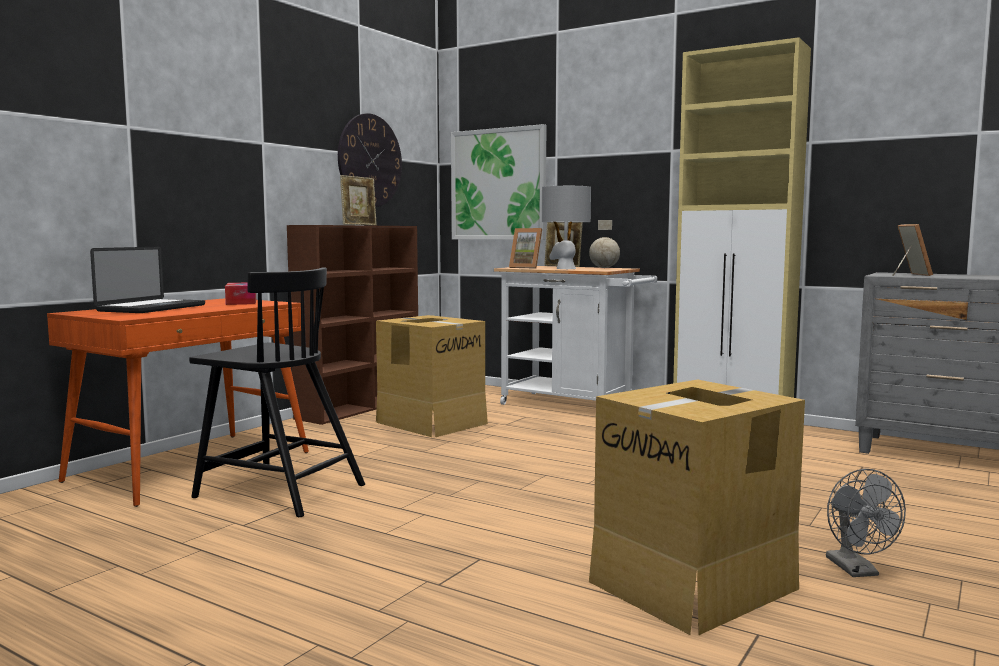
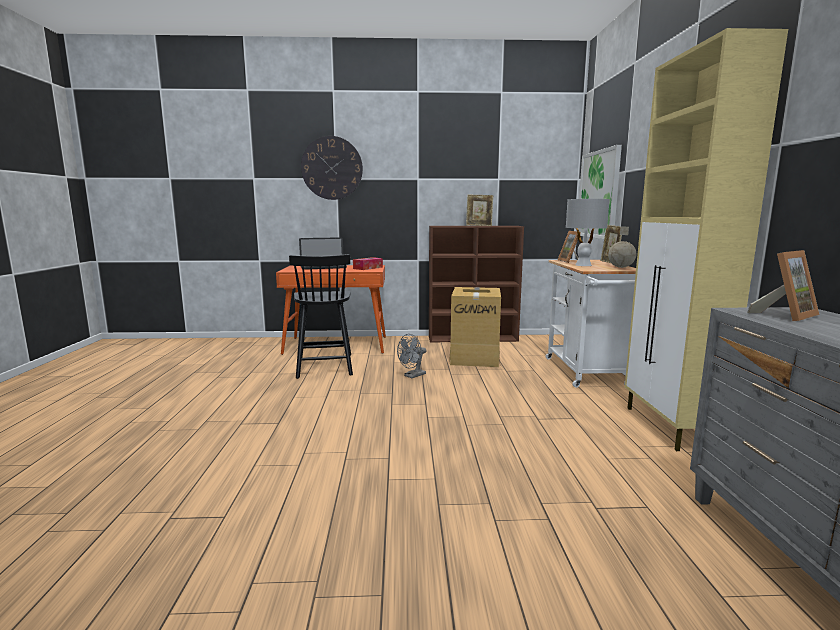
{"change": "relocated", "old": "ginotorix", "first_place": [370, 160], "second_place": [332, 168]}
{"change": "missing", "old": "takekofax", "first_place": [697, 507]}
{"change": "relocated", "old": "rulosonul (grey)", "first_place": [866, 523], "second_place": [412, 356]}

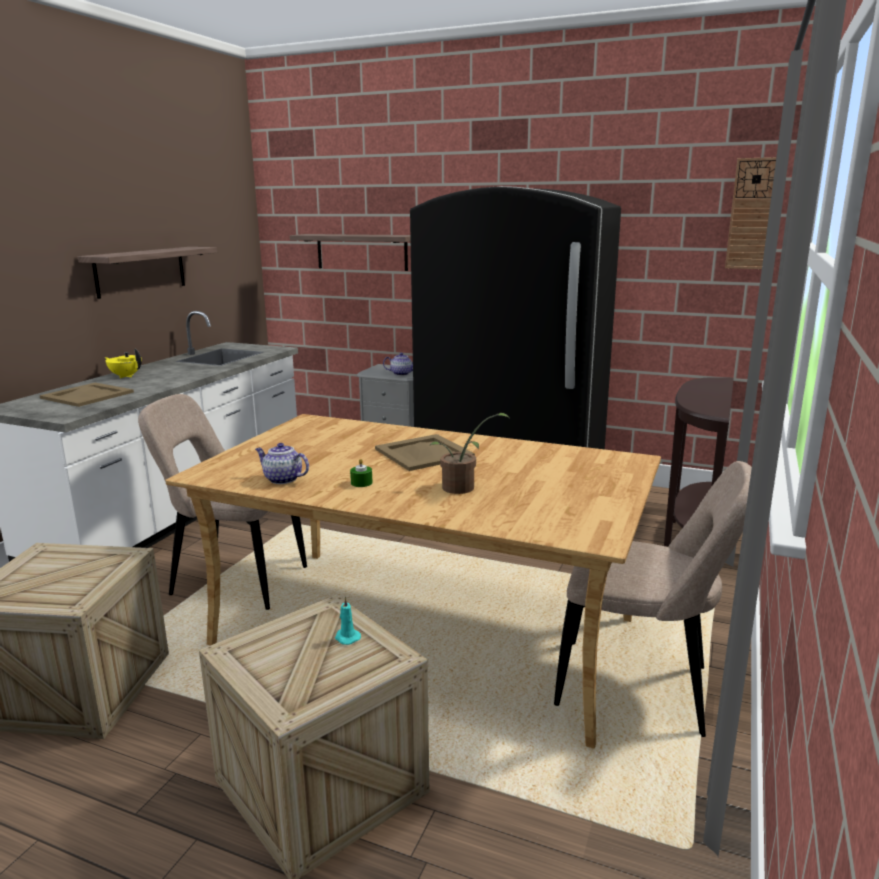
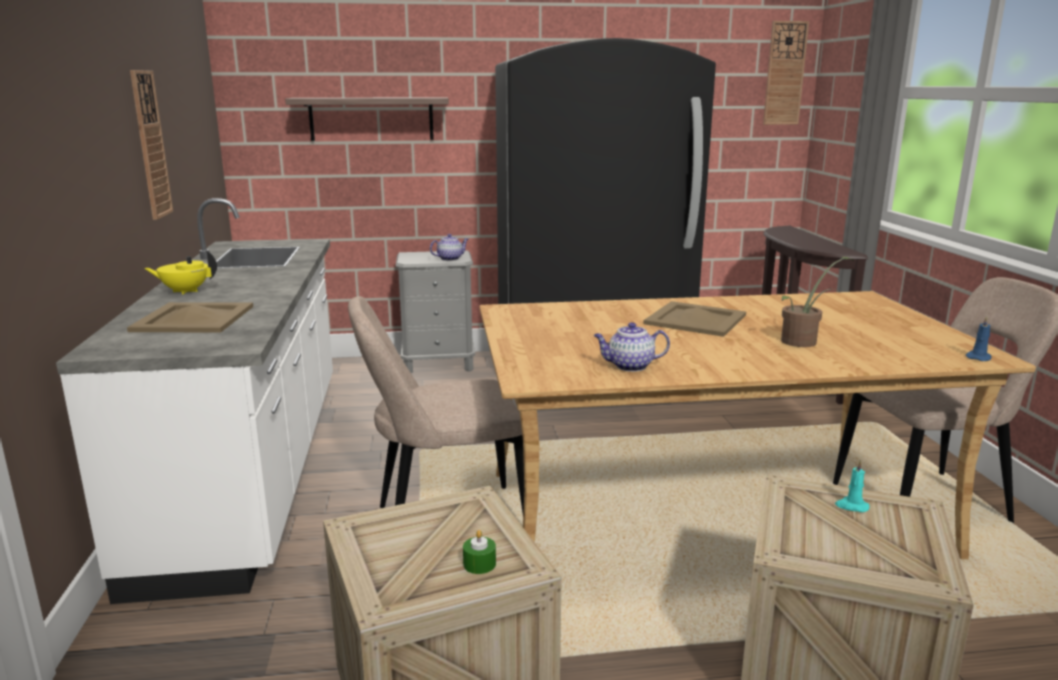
{"change": "exchanged", "old": "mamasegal", "new": "ginotorix", "first_place": [147, 273], "second_place": [151, 145]}
{"change": "relocated", "old": "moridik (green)", "first_place": [361, 473], "second_place": [479, 552]}
{"change": "appeared", "new": "moridik (blue)", "second_place": [978, 338]}

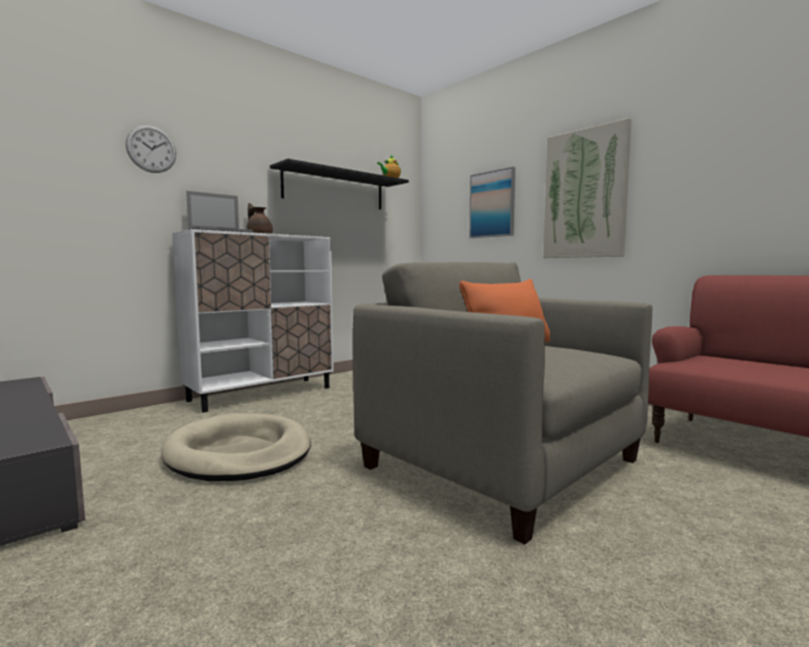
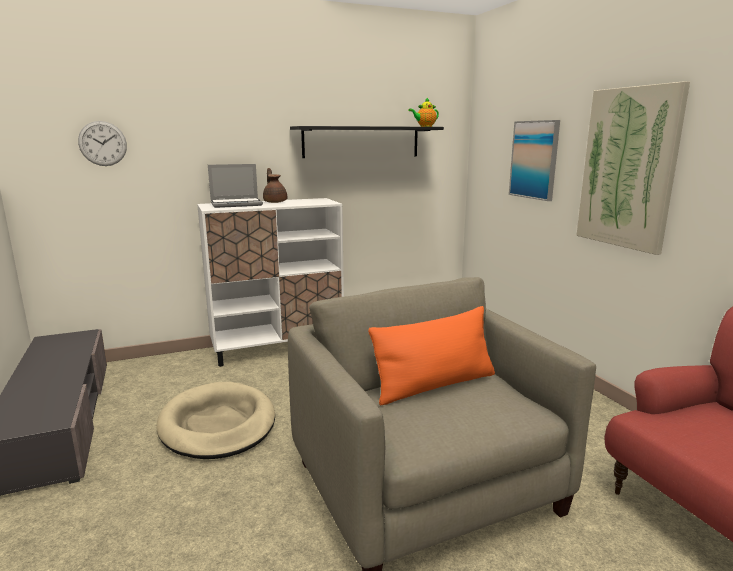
{"change": "relocated", "old": "ginotorix", "first_place": [151, 149], "second_place": [102, 143]}

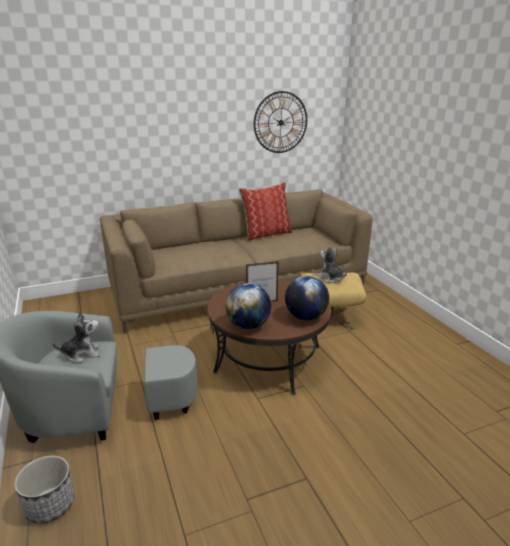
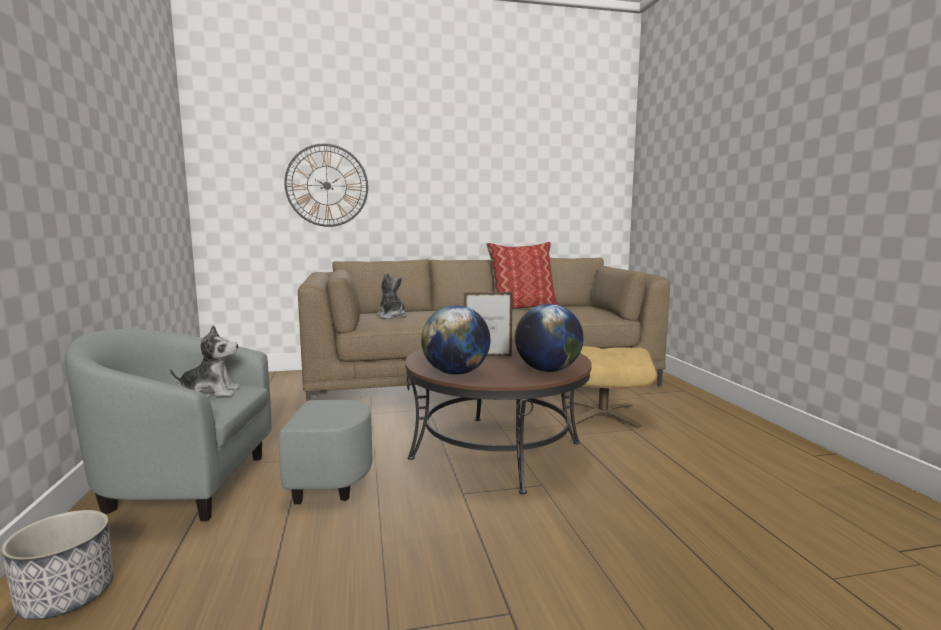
{"change": "relocated", "old": "ginotorix", "first_place": [280, 122], "second_place": [326, 185]}
{"change": "relocated", "old": "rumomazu", "first_place": [332, 264], "second_place": [391, 295]}

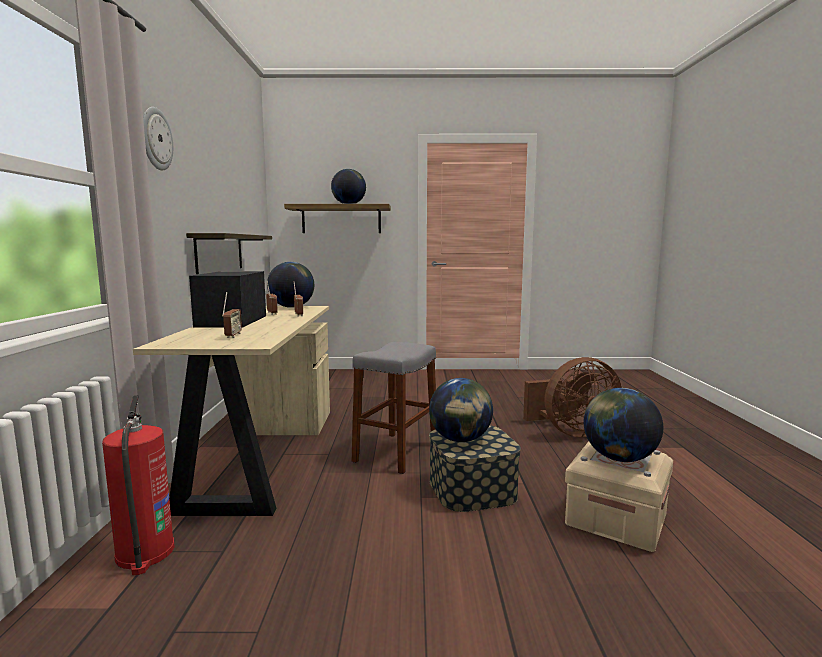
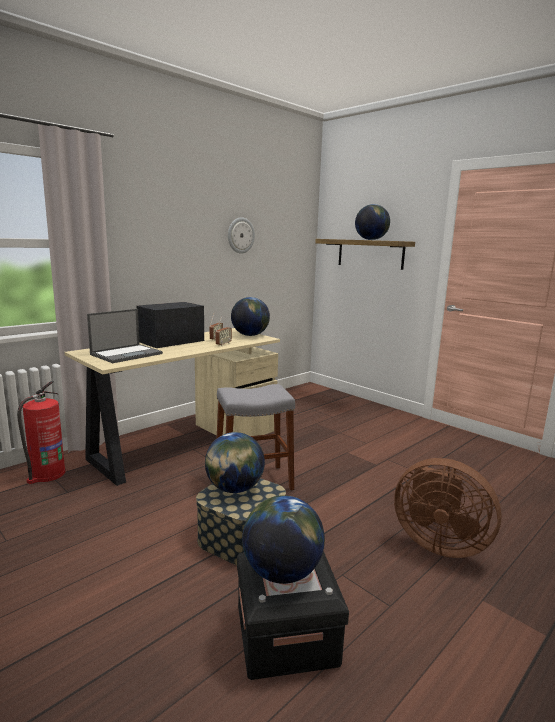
{"change": "relocated", "old": "ginotorix", "first_place": [158, 138], "second_place": [241, 235]}
{"change": "missing", "old": "mamasegal", "first_place": [229, 253]}
{"change": "exchanged", "old": "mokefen", "new": "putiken", "first_place": [232, 315], "second_place": [125, 336]}
{"change": "colour", "old": "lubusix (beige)", "new": "lubusix (black)", "first_place": [619, 496], "second_place": [293, 615]}

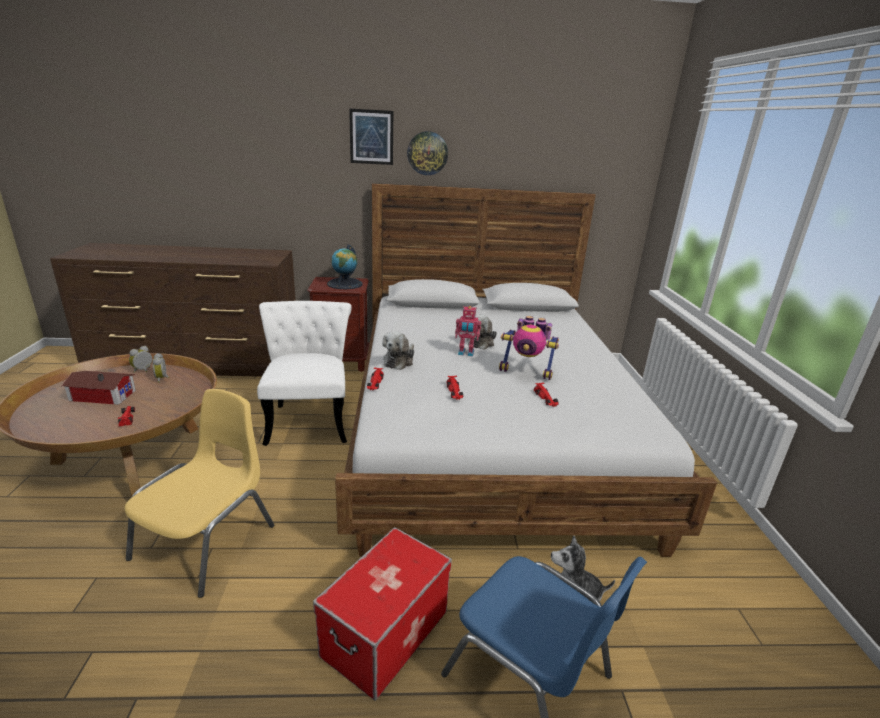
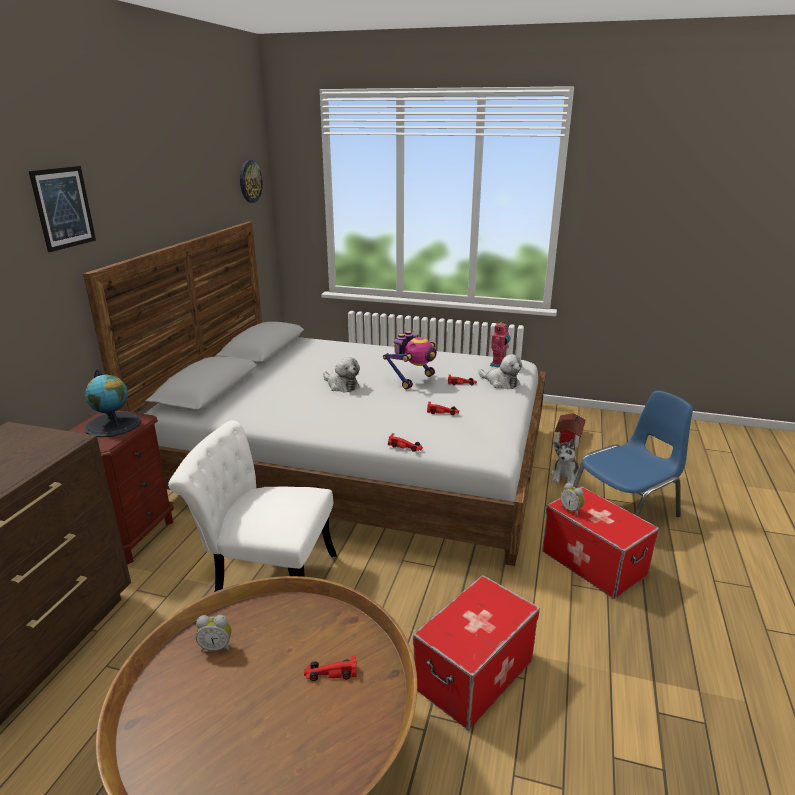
{"change": "relocated", "old": "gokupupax", "first_place": [99, 388], "second_place": [570, 430]}
{"change": "exchanged", "old": "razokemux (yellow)", "new": "lubusix", "first_place": [199, 493], "second_place": [476, 652]}
{"change": "relocated", "old": "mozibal", "first_place": [140, 359], "second_place": [572, 499]}
{"change": "relocated", "old": "rumomazu", "first_place": [398, 350], "second_place": [500, 371]}
{"change": "relocated", "old": "ginotorix", "first_place": [427, 153], "second_place": [251, 181]}
{"change": "relocated", "old": "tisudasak", "first_place": [468, 331], "second_place": [500, 344]}

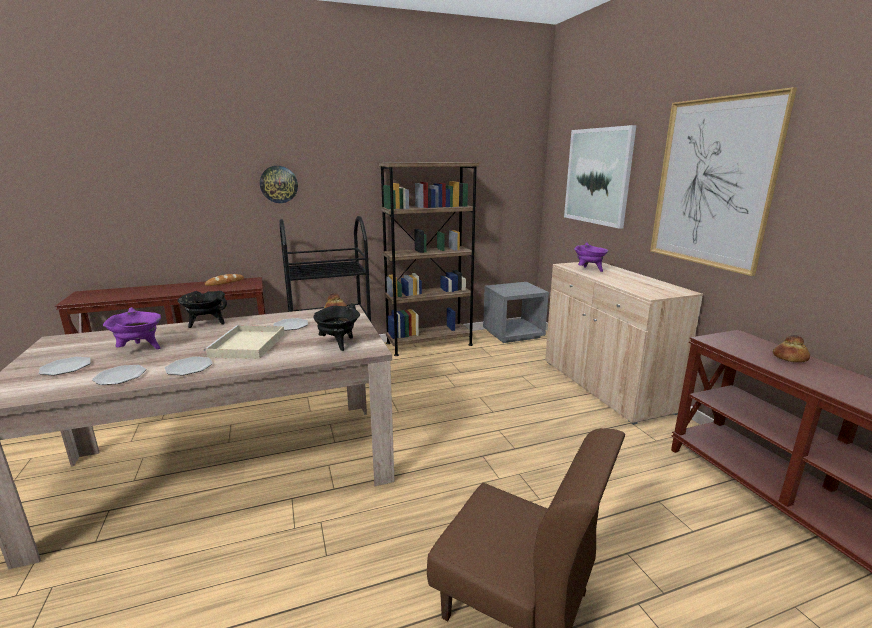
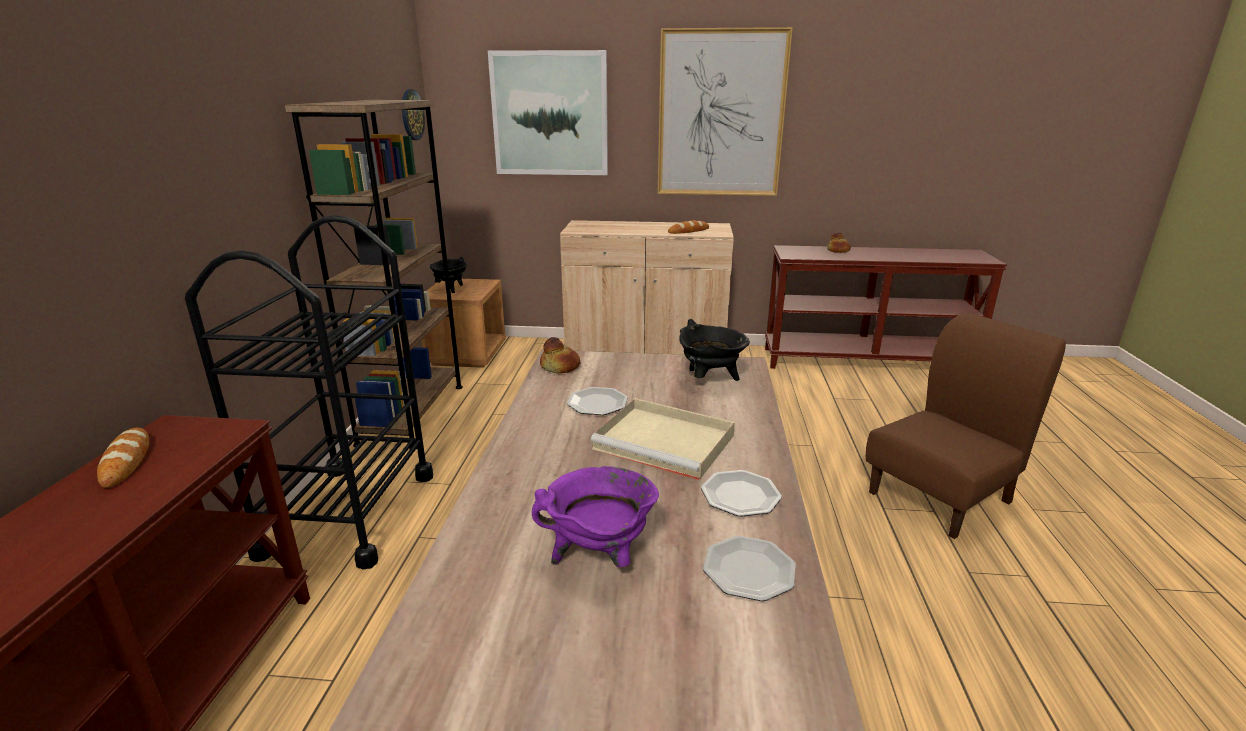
{"change": "missing", "old": "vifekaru", "first_place": [65, 366]}
{"change": "relocated", "old": "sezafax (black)", "first_place": [202, 309], "second_place": [448, 275]}
{"change": "relocated", "old": "ginotorix", "first_place": [279, 184], "second_place": [413, 114]}
{"change": "colour", "old": "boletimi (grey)", "new": "boletimi (brown)", "first_place": [516, 312], "second_place": [464, 323]}
{"change": "missing", "old": "sezafax (purple)", "first_place": [591, 257]}
{"change": "appeared", "new": "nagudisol", "second_place": [688, 227]}

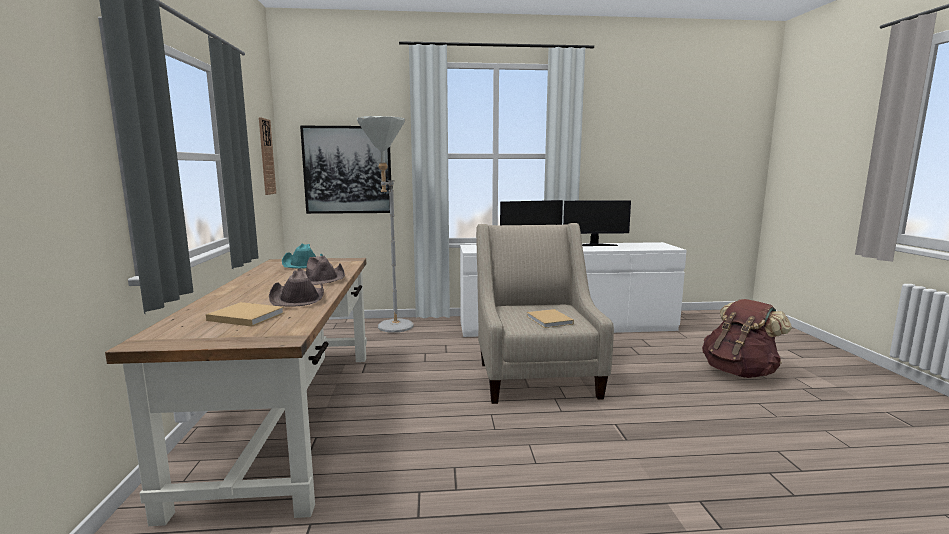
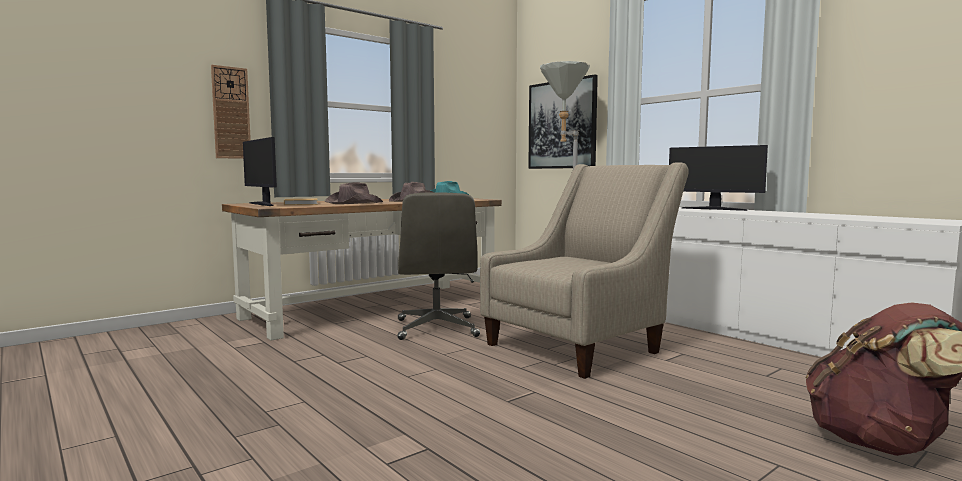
{"change": "relocated", "old": "ginotorix", "first_place": [267, 156], "second_place": [231, 112]}
{"change": "missing", "old": "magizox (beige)", "first_place": [550, 318]}
{"change": "relocated", "old": "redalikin", "first_place": [597, 223], "second_place": [260, 171]}
{"change": "appeared", "new": "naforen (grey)", "second_place": [438, 266]}

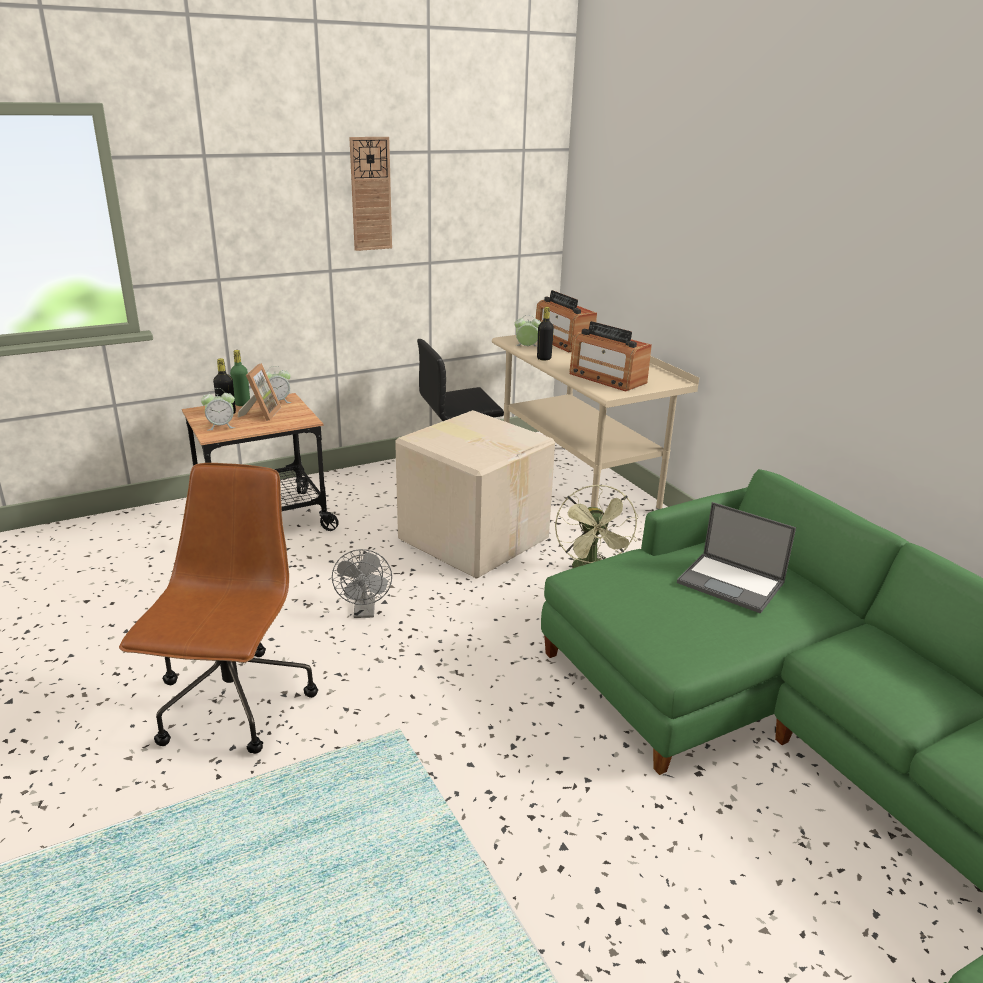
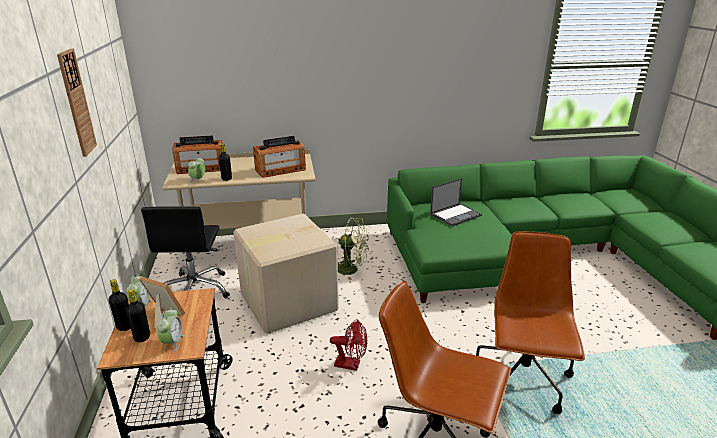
{"change": "colour", "old": "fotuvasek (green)", "new": "fotuvasek (black)", "first_place": [240, 378], "second_place": [120, 305]}
{"change": "colour", "old": "rulosonul (grey)", "new": "rulosonul (red)", "first_place": [362, 583], "second_place": [348, 345]}
{"change": "appeared", "new": "naforen (brown)", "second_place": [530, 322]}

